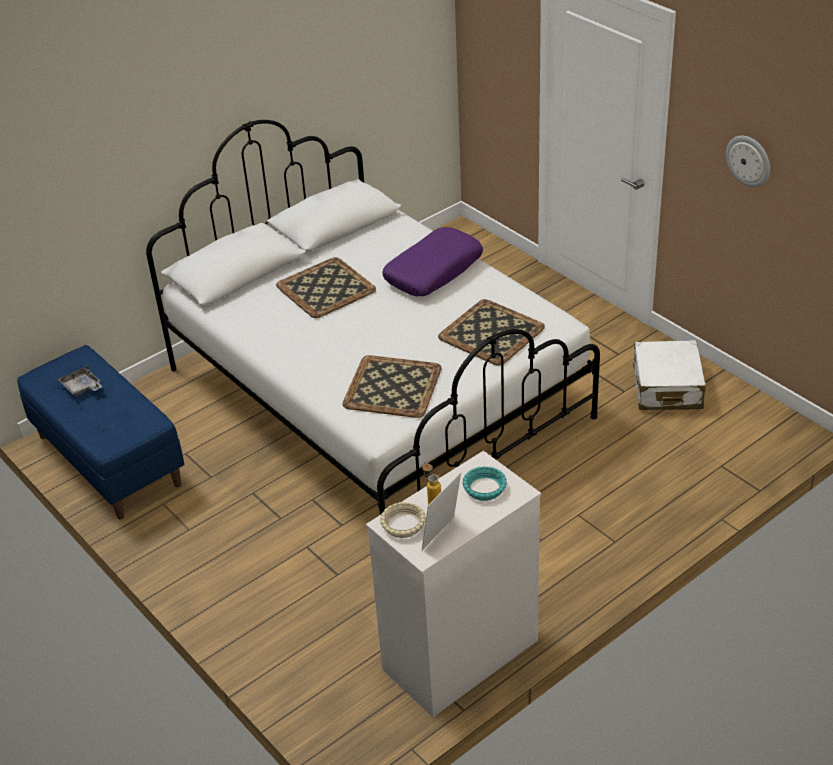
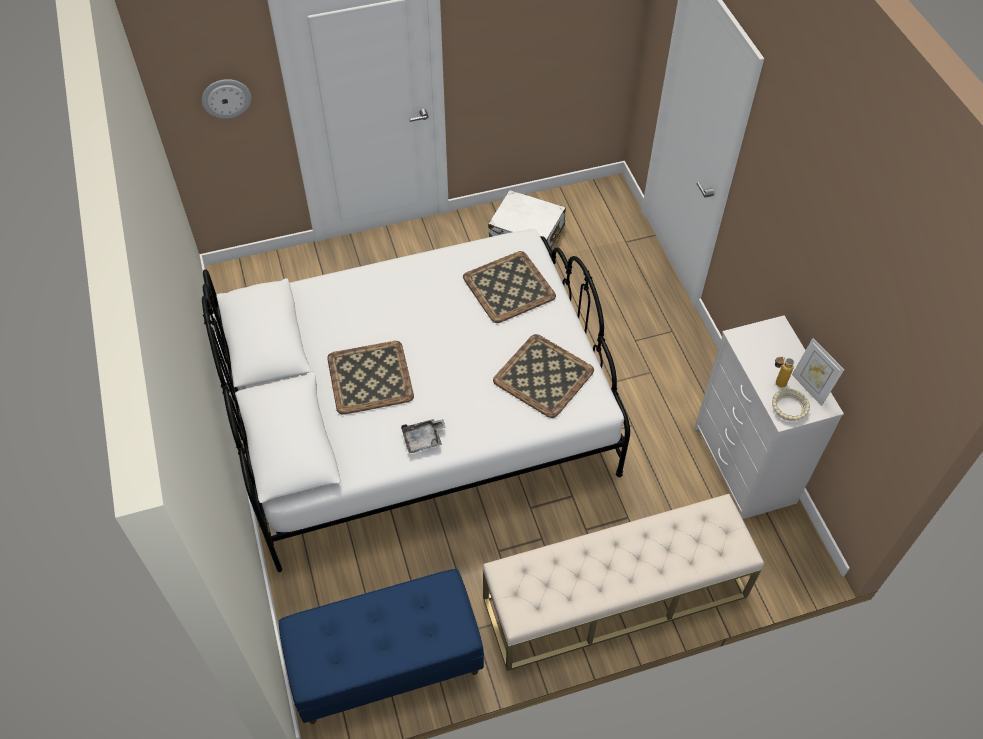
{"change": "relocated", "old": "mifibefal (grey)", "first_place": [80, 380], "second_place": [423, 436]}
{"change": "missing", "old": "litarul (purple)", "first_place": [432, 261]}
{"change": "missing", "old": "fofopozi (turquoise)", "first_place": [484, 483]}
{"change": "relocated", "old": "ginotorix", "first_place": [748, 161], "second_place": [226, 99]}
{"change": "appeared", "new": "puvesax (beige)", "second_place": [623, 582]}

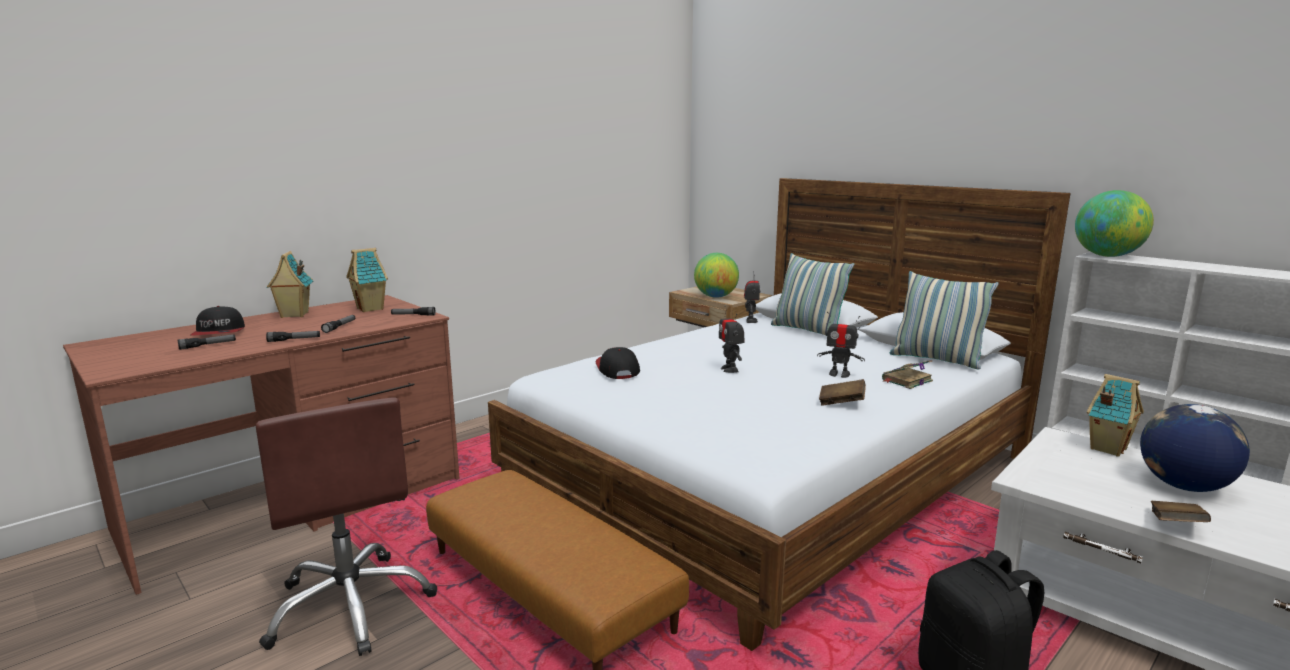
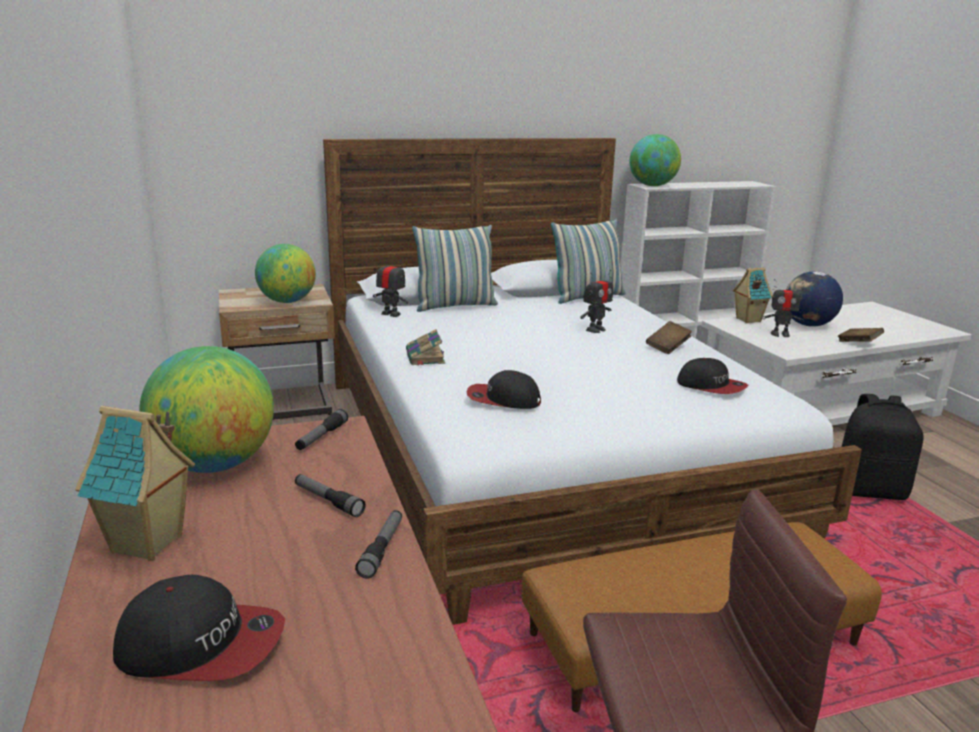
{"change": "missing", "old": "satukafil", "first_place": [207, 342]}
{"change": "exchanged", "old": "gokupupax", "new": "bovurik", "first_place": [367, 280], "second_place": [206, 409]}
{"change": "relocated", "old": "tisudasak", "first_place": [732, 339], "second_place": [783, 308]}
{"change": "relocated", "old": "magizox", "first_place": [907, 374], "second_place": [425, 347]}
{"change": "appeared", "new": "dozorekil", "second_place": [712, 376]}

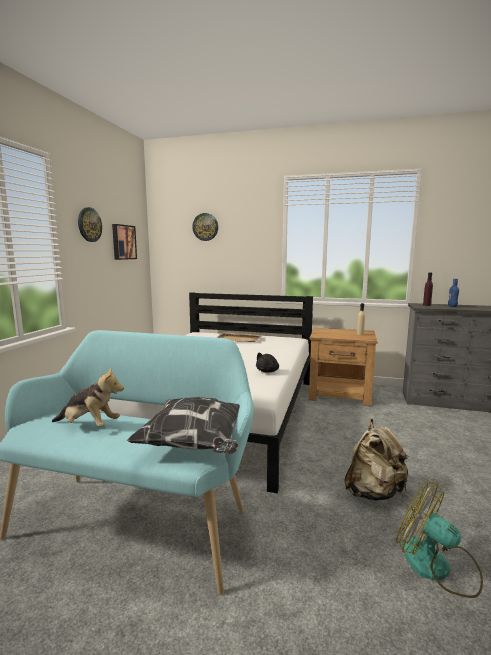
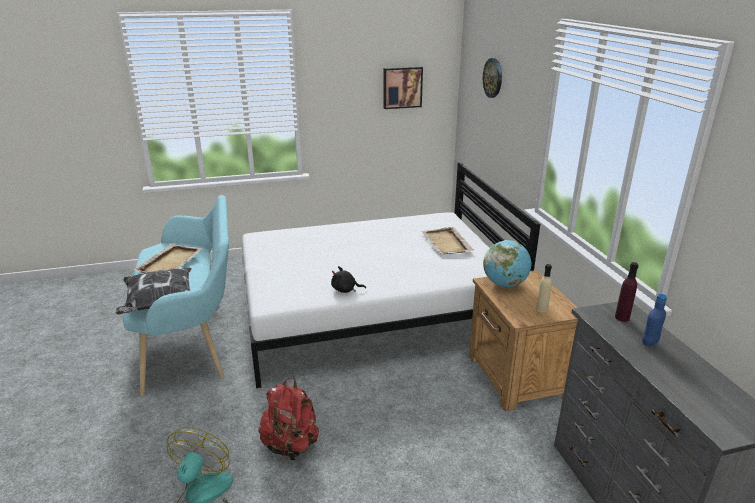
{"change": "exchanged", "old": "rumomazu", "new": "mifibefal (beige)", "first_place": [88, 396], "second_place": [168, 258]}
{"change": "missing", "old": "ginotorix", "first_place": [90, 224]}
{"change": "colour", "old": "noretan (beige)", "new": "noretan (red)", "first_place": [376, 460], "second_place": [288, 418]}
{"change": "appeared", "new": "bovurik", "second_place": [507, 263]}

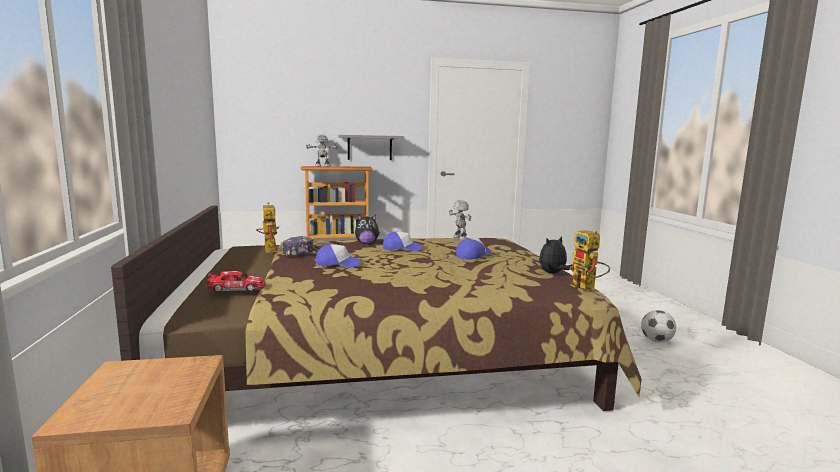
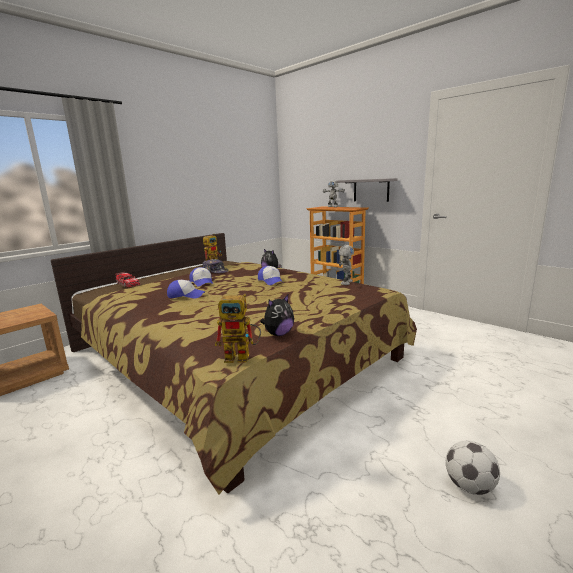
{"change": "relocated", "old": "dozorekil", "first_place": [474, 248], "second_place": [186, 289]}
{"change": "spun", "old": "rumomazu", "first_place": [555, 255], "second_place": [277, 315], "degrees": 120}
{"change": "spun", "old": "tisudasak", "first_place": [589, 260], "second_place": [238, 328], "degrees": -120}

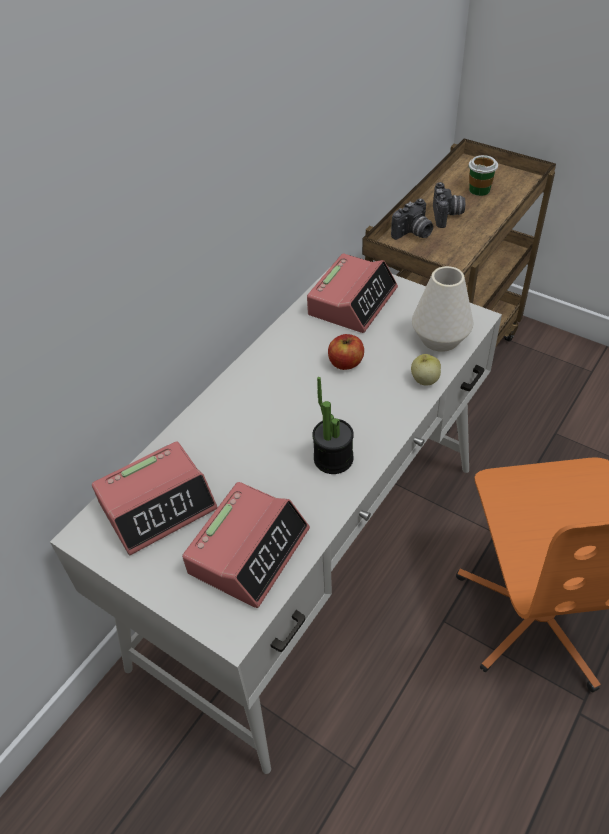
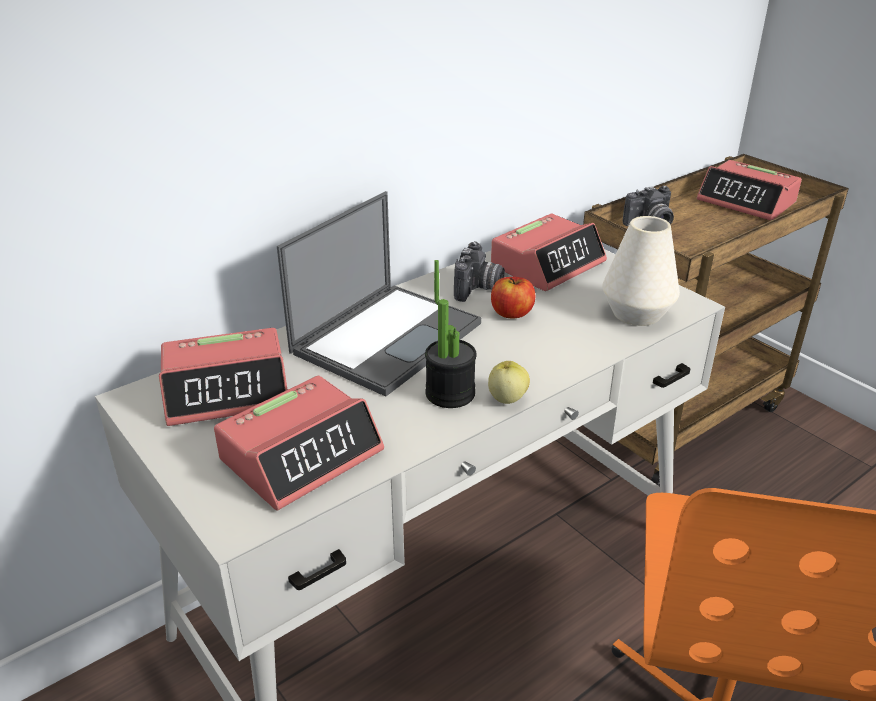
{"change": "relocated", "old": "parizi", "first_place": [426, 370], "second_place": [509, 382]}
{"change": "relocated", "old": "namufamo", "first_place": [449, 205], "second_place": [479, 271]}
{"change": "exchanged", "old": "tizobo", "new": "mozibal", "first_place": [483, 175], "second_place": [749, 190]}
{"change": "appeared", "new": "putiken", "second_place": [379, 294]}

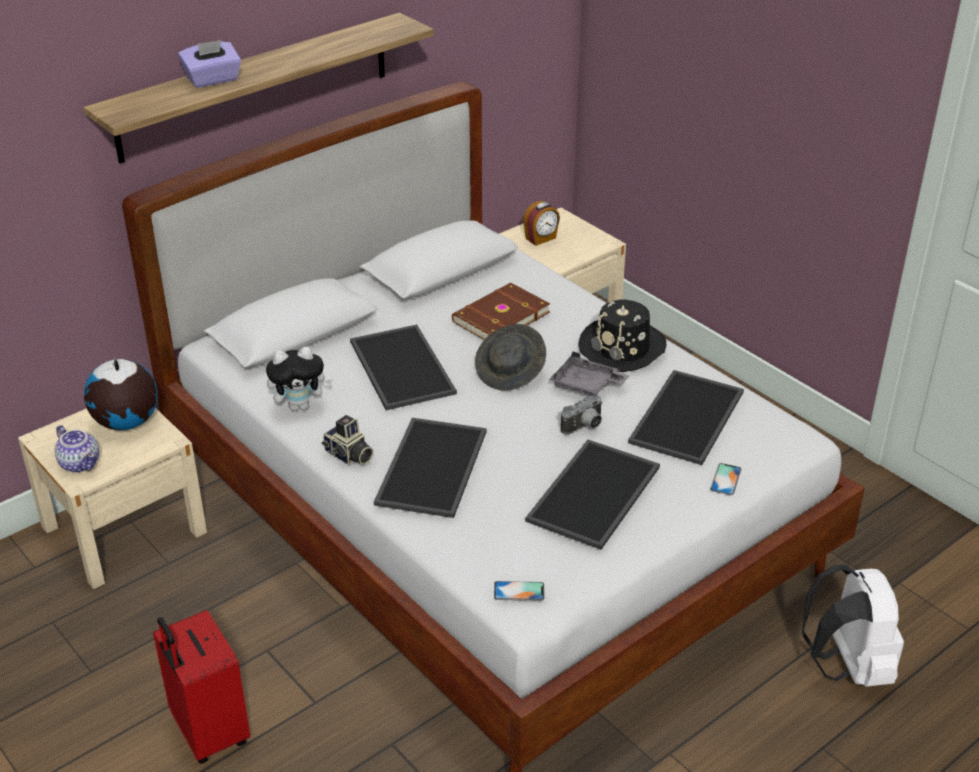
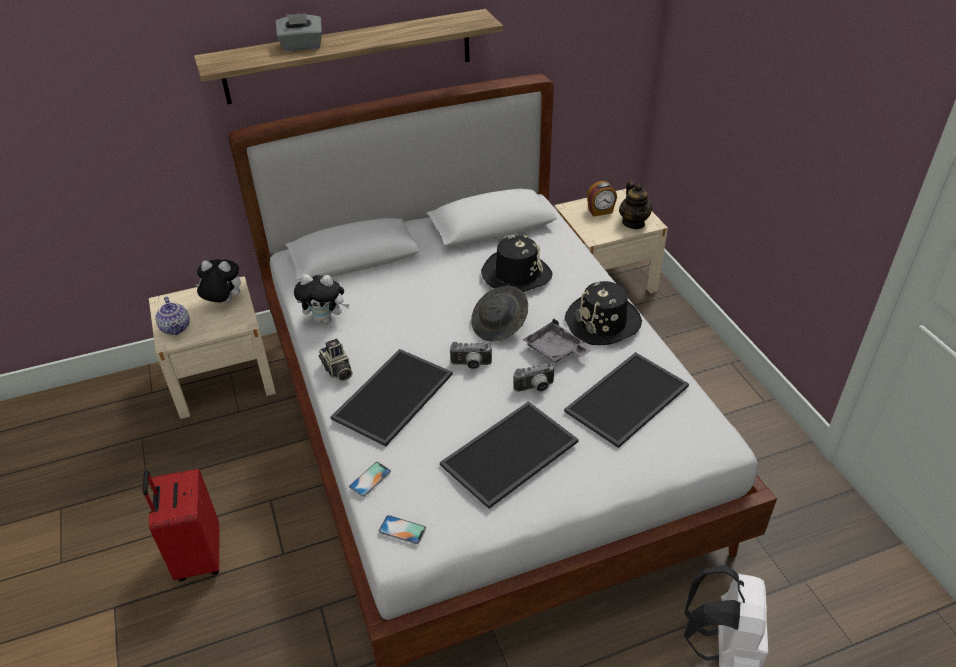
{"change": "exchanged", "old": "bovurik", "new": "rumomazu", "first_place": [121, 394], "second_place": [218, 281]}
{"change": "colour", "old": "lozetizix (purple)", "new": "lozetizix (grey)", "first_place": [209, 64], "second_place": [299, 32]}
{"change": "missing", "old": "mifibefal", "first_place": [403, 367]}
{"change": "exchanged", "old": "magizox (brown)", "new": "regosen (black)", "first_place": [501, 311], "second_place": [517, 263]}
{"change": "relocated", "old": "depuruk", "first_place": [725, 479], "second_place": [370, 479]}
{"change": "appeared", "new": "namufamo", "second_place": [471, 355]}
{"change": "appeared", "new": "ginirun", "second_place": [635, 205]}

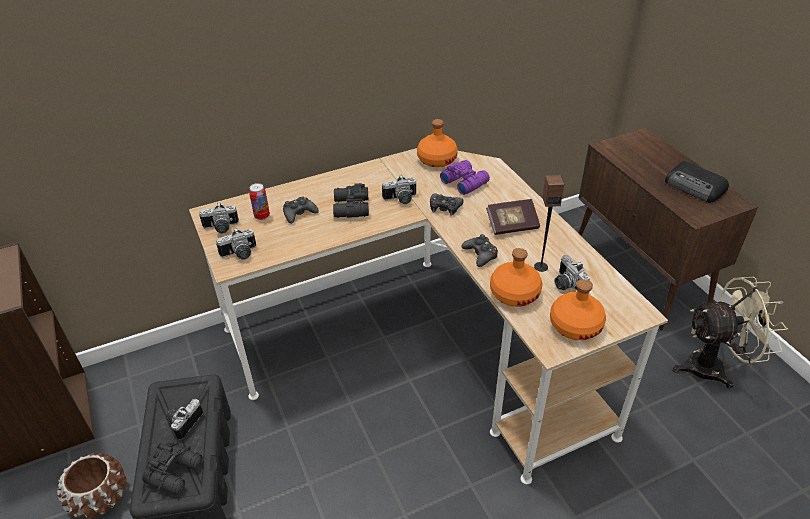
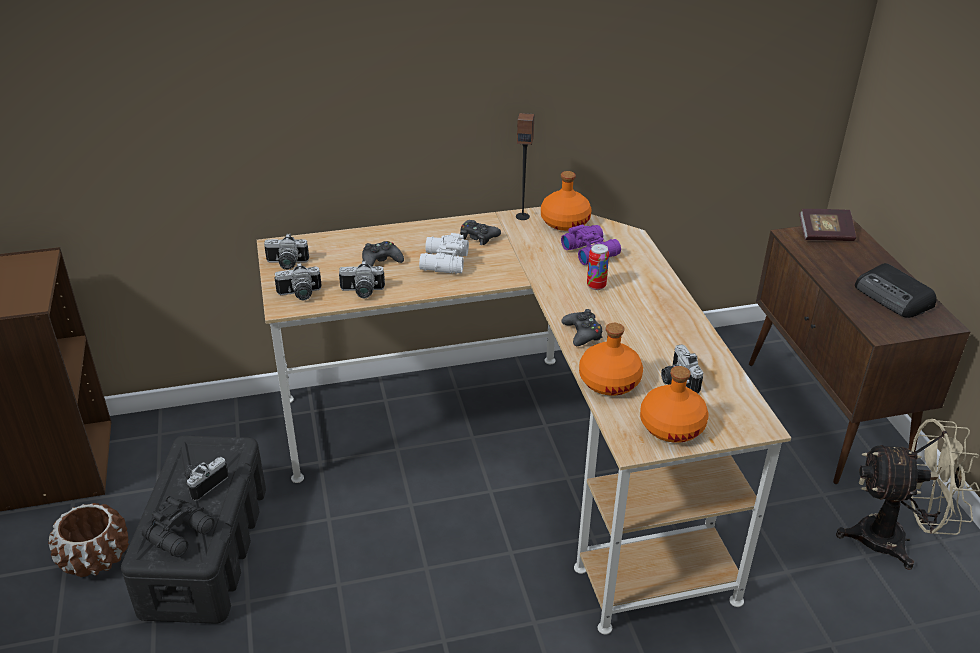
{"change": "relocated", "old": "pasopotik", "first_place": [259, 201], "second_place": [598, 267]}
{"change": "colour", "old": "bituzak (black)", "new": "bituzak (white)", "first_place": [351, 200], "second_place": [444, 253]}
{"change": "relocated", "old": "namufamo", "first_place": [399, 189], "second_place": [362, 279]}
{"change": "relocated", "old": "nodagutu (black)", "first_place": [447, 205], "second_place": [480, 232]}
{"change": "relocated", "old": "magizox", "first_place": [513, 217], "second_place": [827, 225]}
{"change": "relocated", "old": "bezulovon", "first_place": [549, 223], "second_place": [525, 166]}

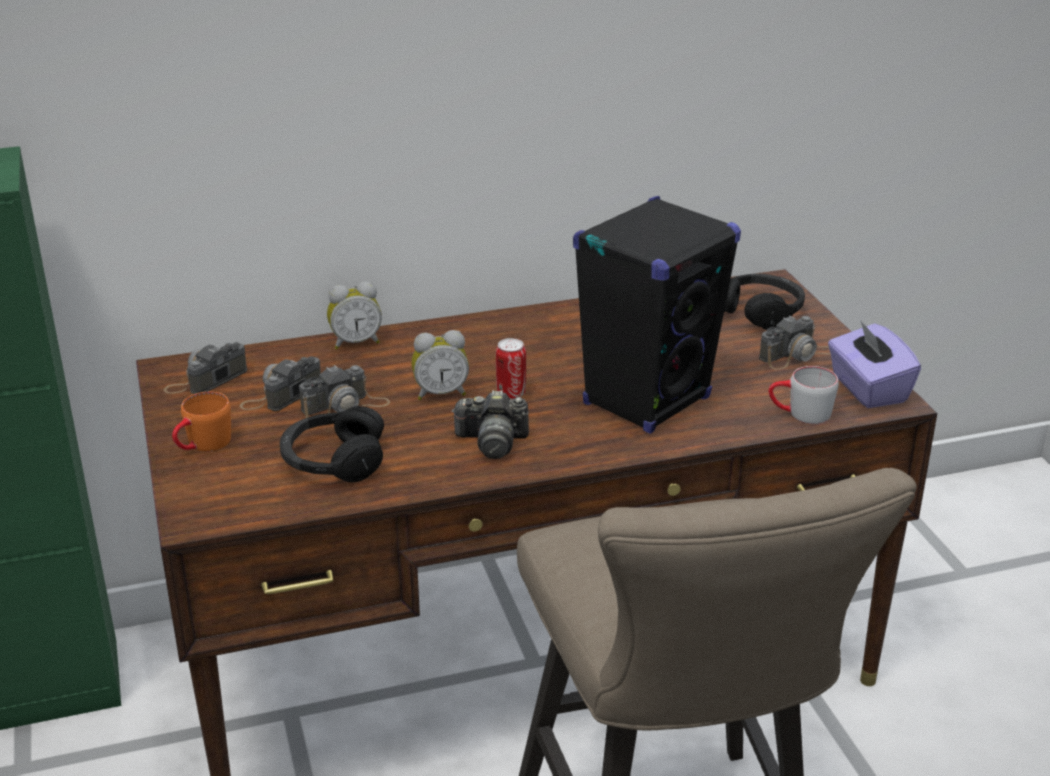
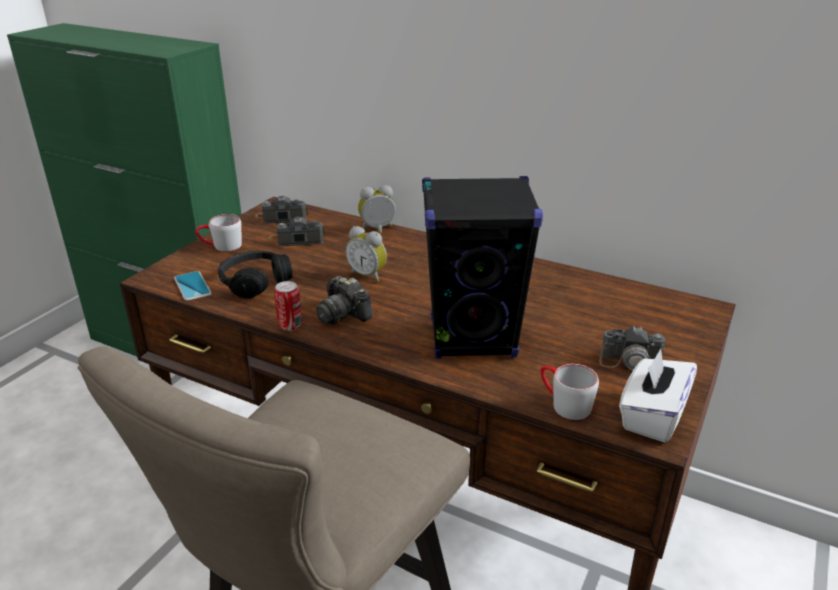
{"change": "colour", "old": "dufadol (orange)", "new": "dufadol (grey)", "first_place": [201, 422], "second_place": [218, 233]}
{"change": "missing", "old": "namufamo", "first_place": [344, 391]}
{"change": "spun", "old": "mozibal", "first_place": [354, 315], "second_place": [377, 209], "degrees": 135}
{"change": "relocated", "old": "pasopotik", "first_place": [511, 368], "second_place": [288, 306]}
{"change": "missing", "old": "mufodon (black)", "first_place": [764, 302]}
{"change": "colour", "old": "lozetizix (purple)", "new": "lozetizix (white)", "first_place": [874, 363], "second_place": [658, 395]}
{"change": "appeared", "new": "depuruk", "second_place": [193, 286]}

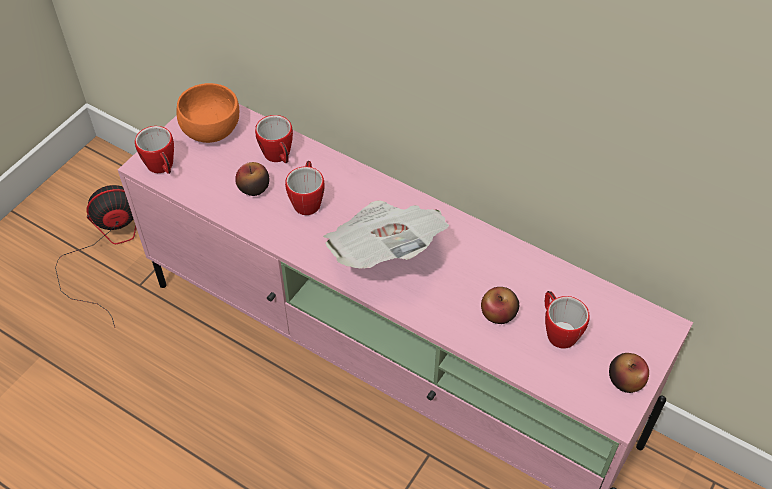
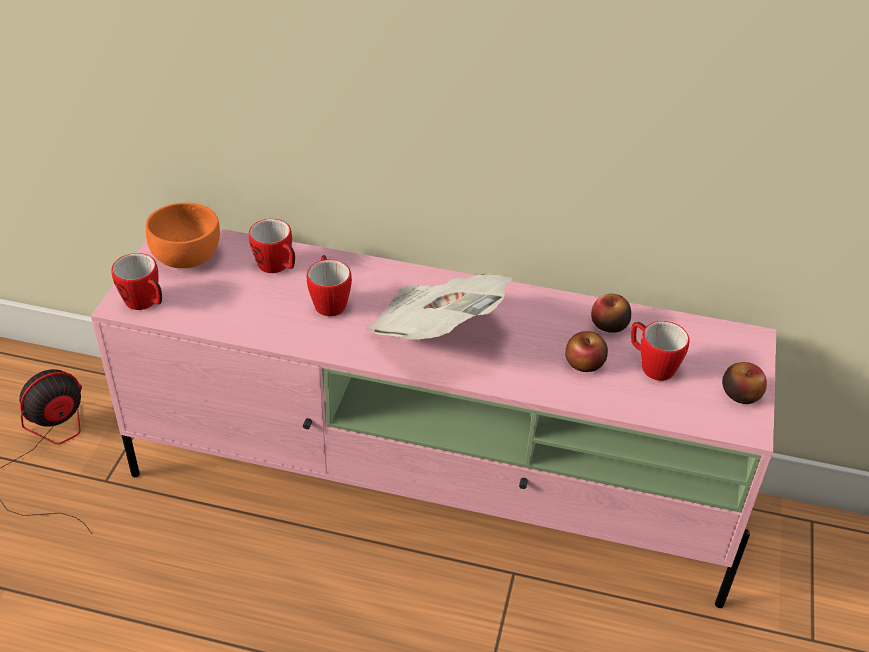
{"change": "relocated", "old": "parizi", "first_place": [252, 179], "second_place": [611, 313]}

